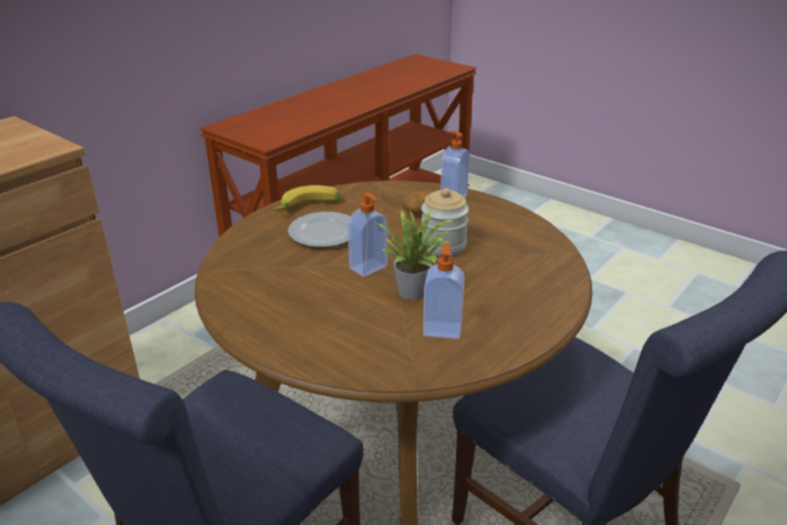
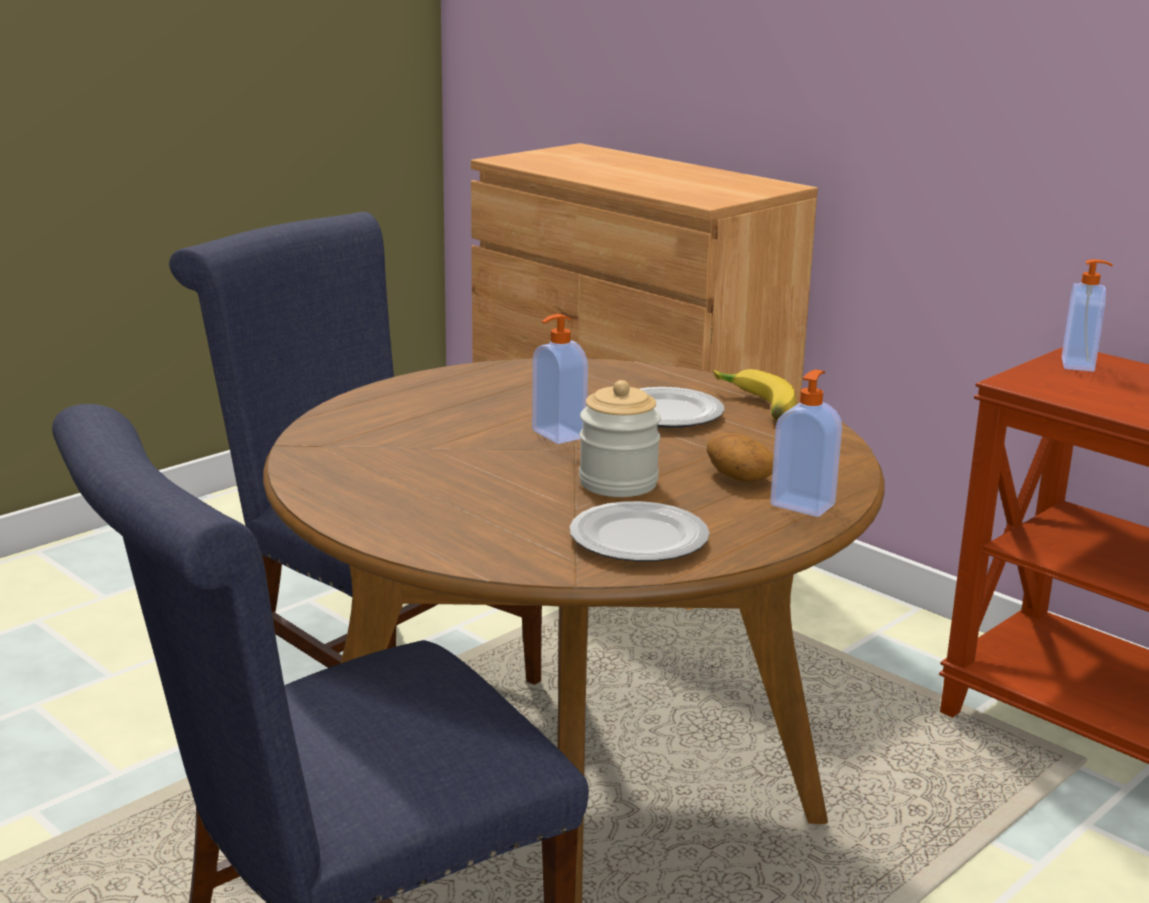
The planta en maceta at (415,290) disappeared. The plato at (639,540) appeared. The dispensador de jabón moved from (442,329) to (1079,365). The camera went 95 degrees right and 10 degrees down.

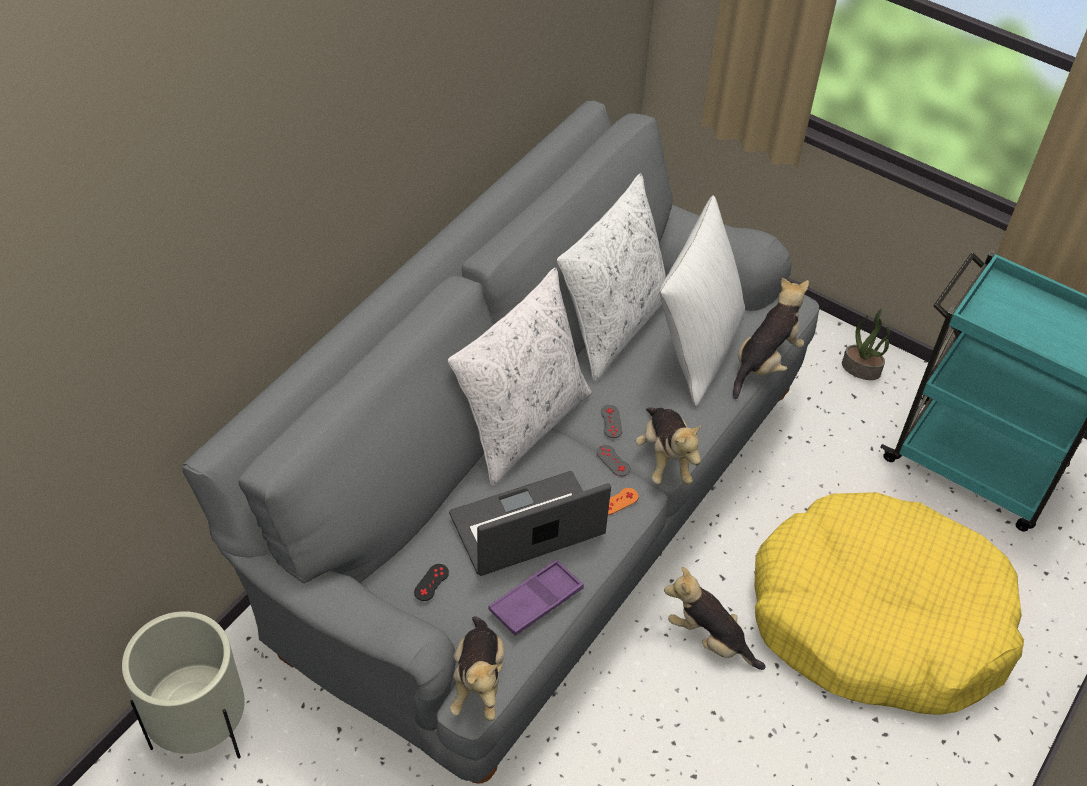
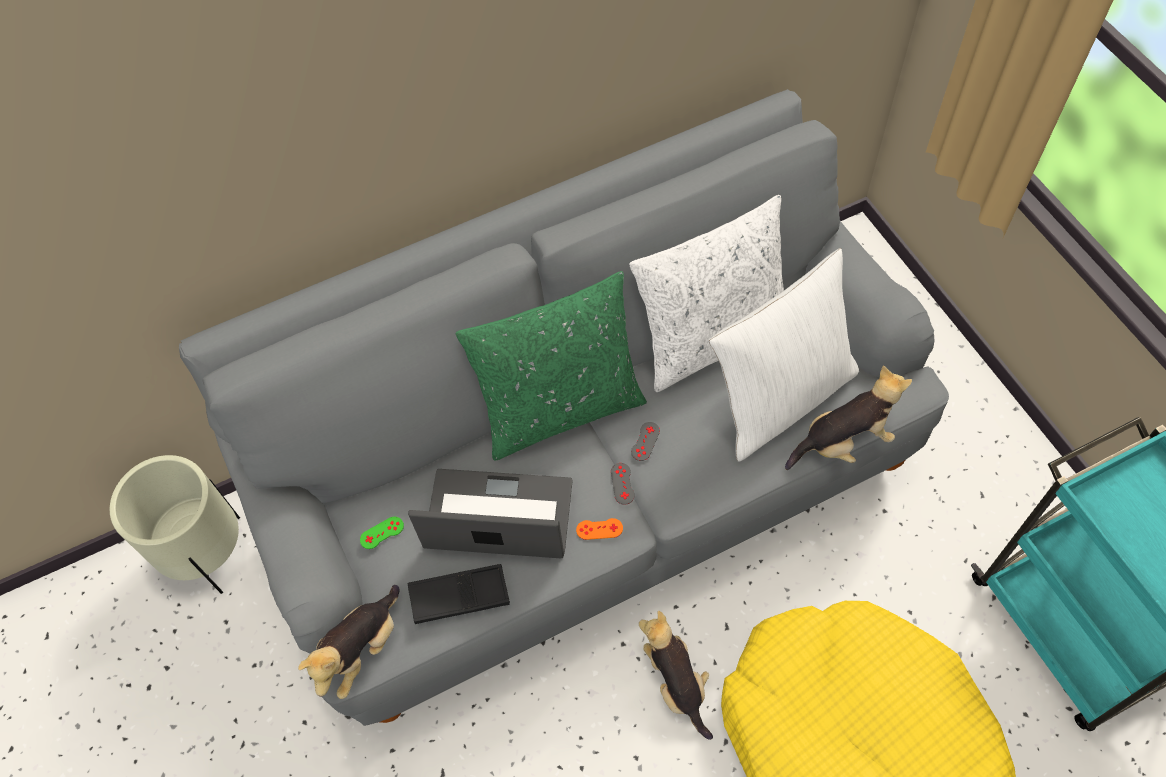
The peluche at (665,458) disappeared. The planta en maceta at (861,368) disappeared. The mando de consola/negro at (431,582) became the mando de consola/verde at (382,533). The cojín/blanco at (522,424) became the cojín/verde at (560,408). The bandeja/morado at (536,601) became the bandeja/negro at (459,596). The camera went 35 degrees right and 10 degrees up.

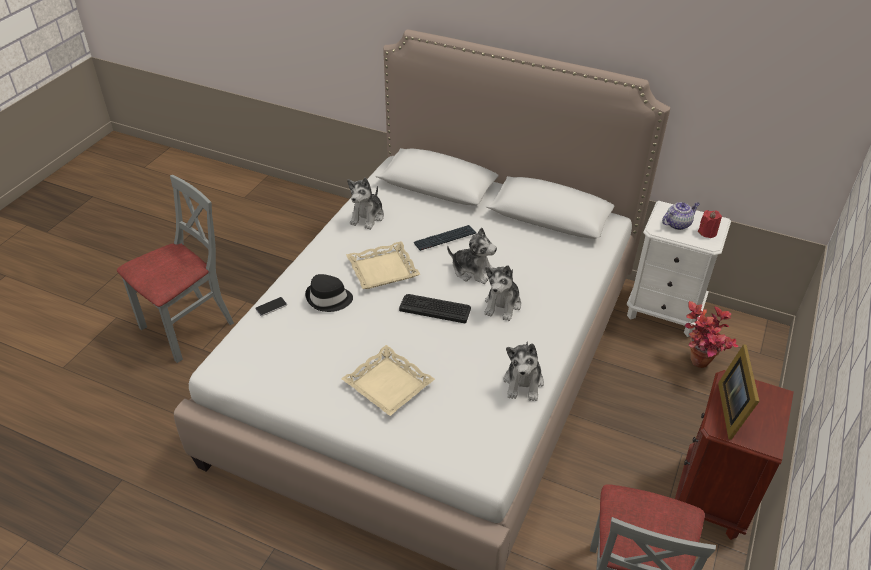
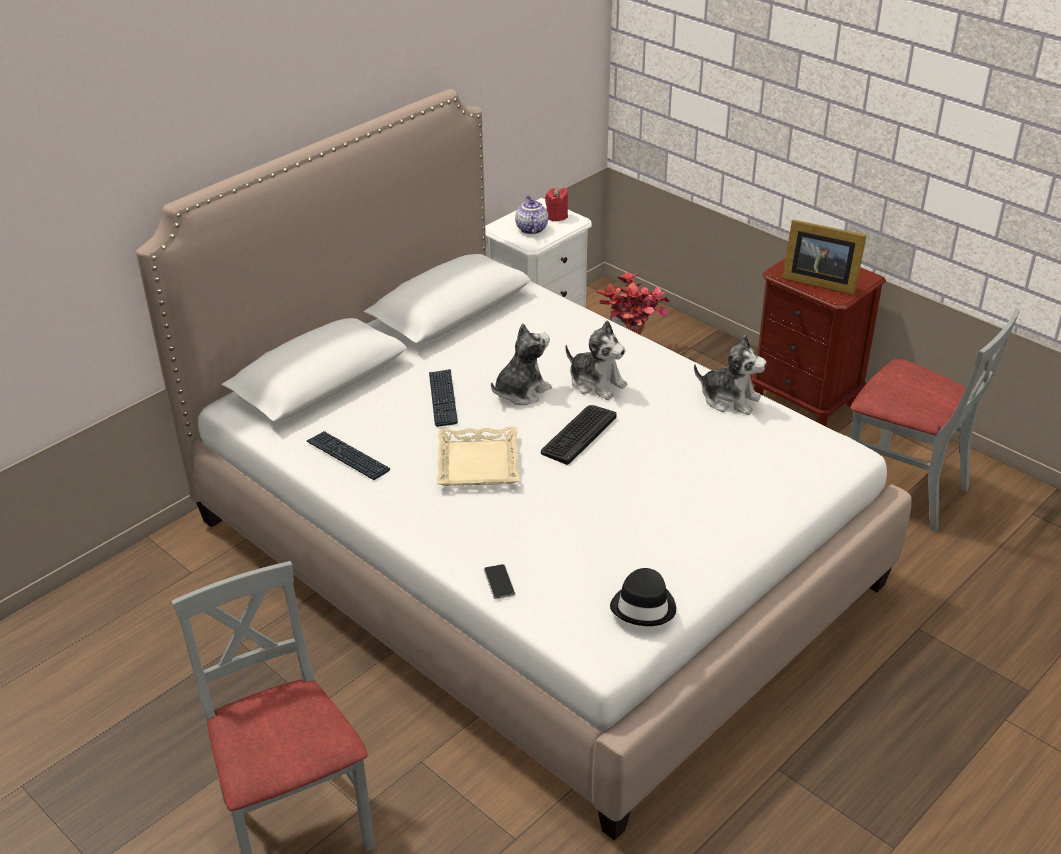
The bandeja/beis at (387,385) disappeared. The sombrero/negro moved from (328,299) to (644,606). The peluche at (367,217) was replaced by the teclado at (348,456). The camera went 70 degrees left and 5 degrees down.

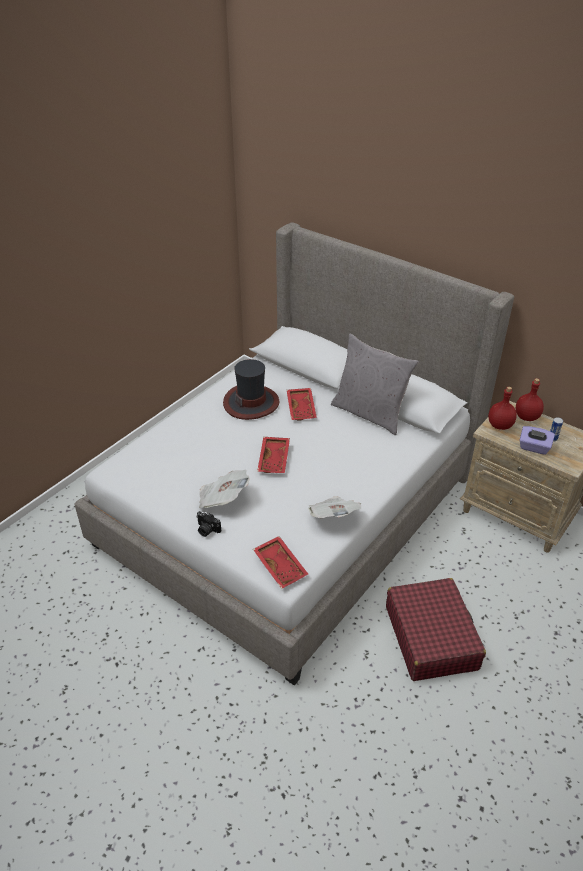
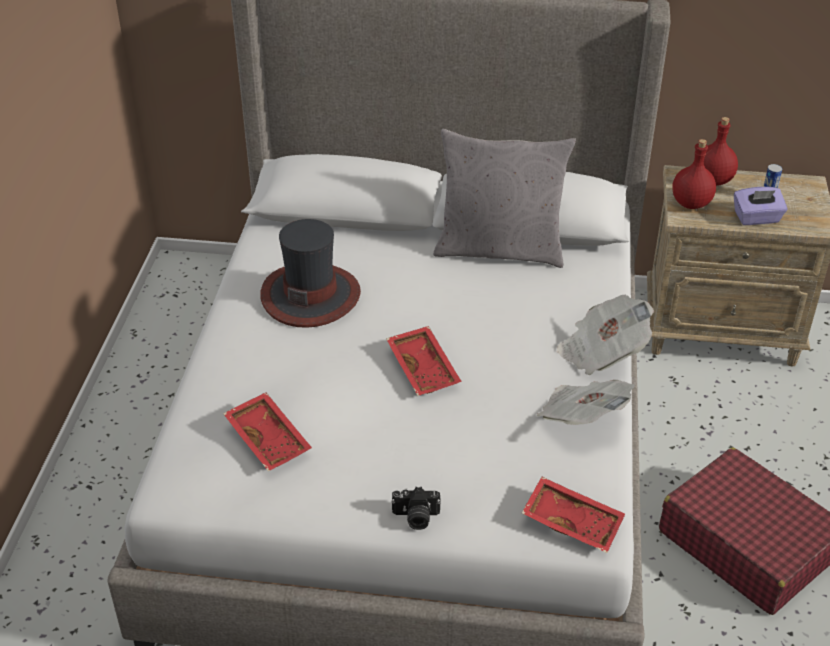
The periódico moved from (223,499) to (602,352). The bandeja/rojo moved from (302,408) to (269,439). The camera went 30 degrees left and 0 degrees up.

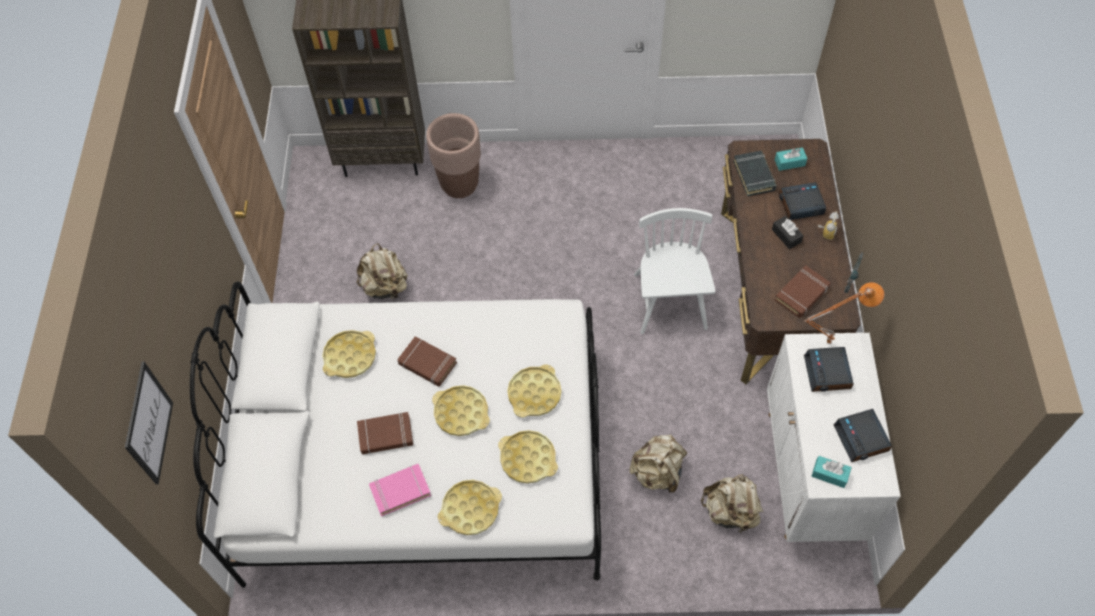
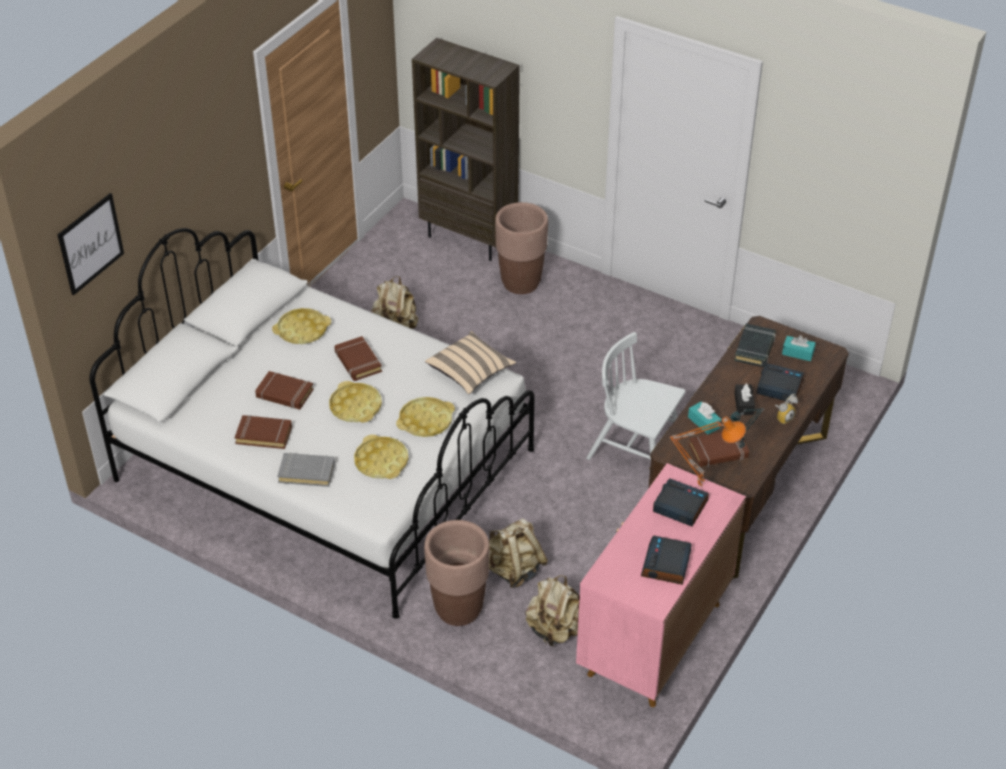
The maceta/marrón at (458,609) appeared. The cojín/beis at (470,372) appeared. The caja de pañuelos/turquesa moved from (829,474) to (703,422). The bandeja/amarillo at (470,509) was replaced by the libro/gris at (306,472). The libro/rosa at (400,491) became the libro/marrón at (264,435). The armario/blanco at (811,474) became the armario/rosa at (654,640). The silla/blanco at (669,301) turned 90 degrees counterclockwise. The despertador at (828,373) turned 90 degrees clockwise. The camera went 30 degrees right and 15 degrees down.

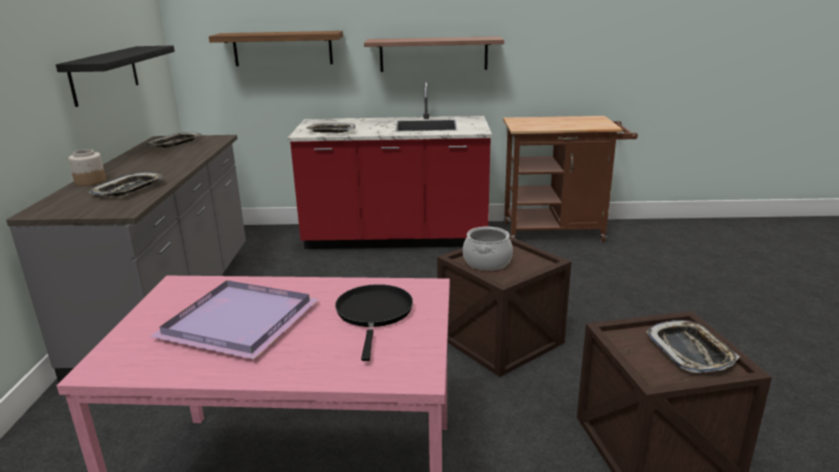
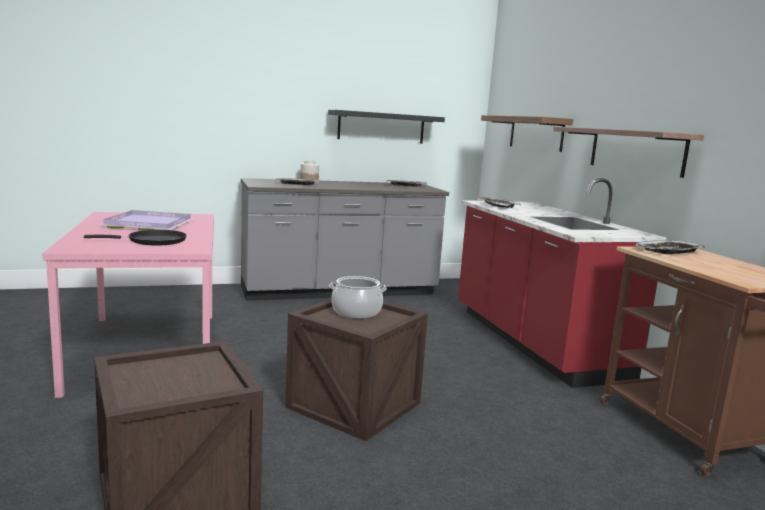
The bandeja moved from (690,351) to (670,252). The camera went 70 degrees right and 10 degrees down.

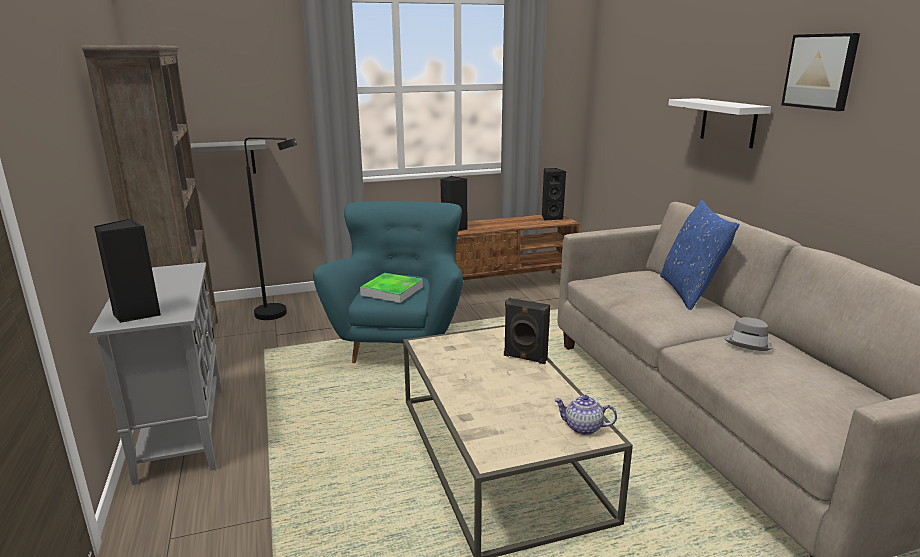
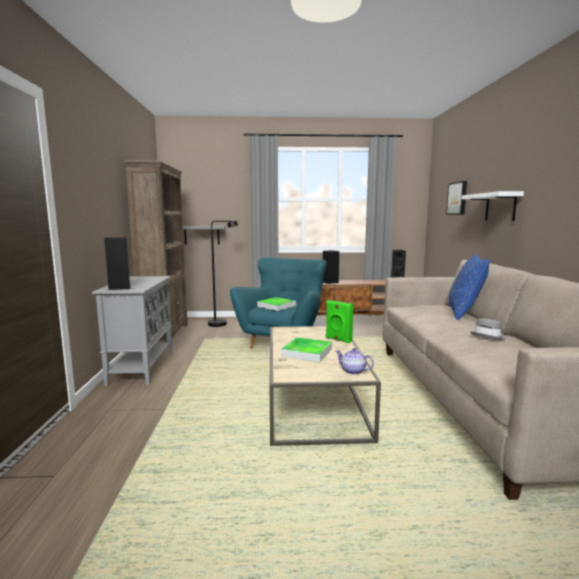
The bandeja at (307,352) appeared. The cuadro moved from (821,71) to (458,198). The altavoz/negro at (525,358) became the altavoz/verde at (338,339). The camera went 15 degrees right and 10 degrees down.

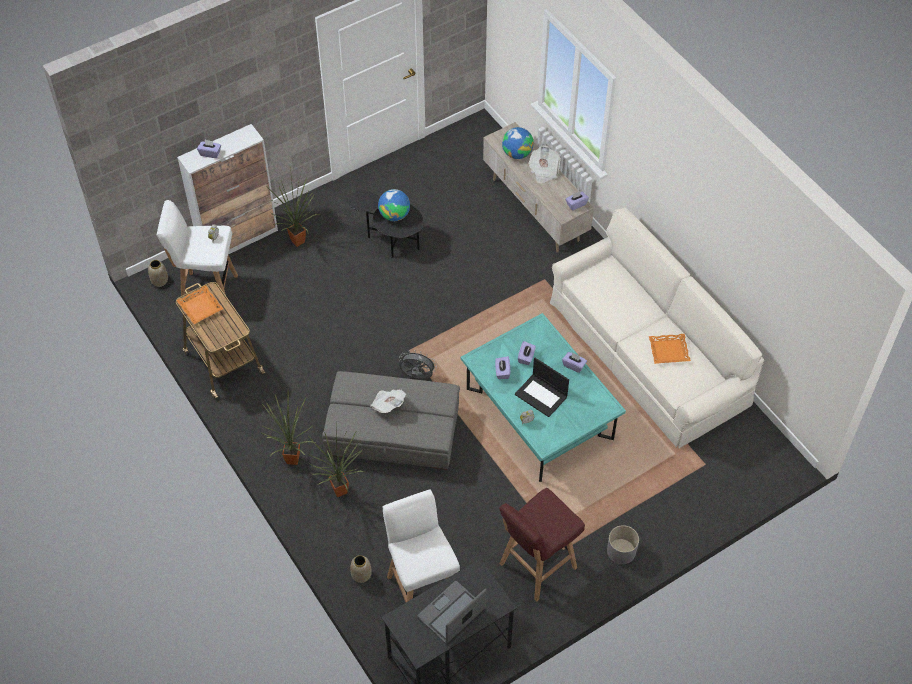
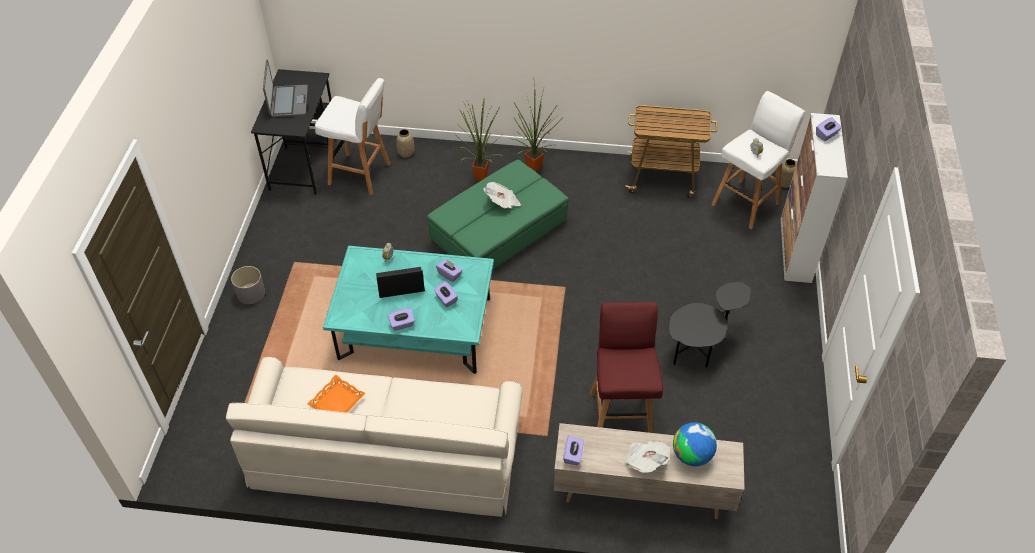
The bandeja/naranja at (200,307) disappeared. The planta en maceta at (299,243) disappeared. The globo terráqueo at (394,215) disappeared. The ventilador/gris at (417,377) disappeared. The taburete/rojo moved from (536,567) to (621,414). The puf/gris at (393,431) became the puf/verde at (498,232). The camera went 130 degrees right and 5 degrees down.

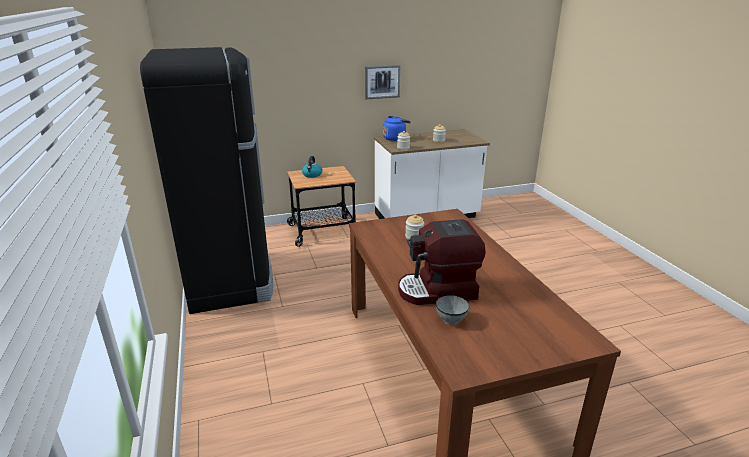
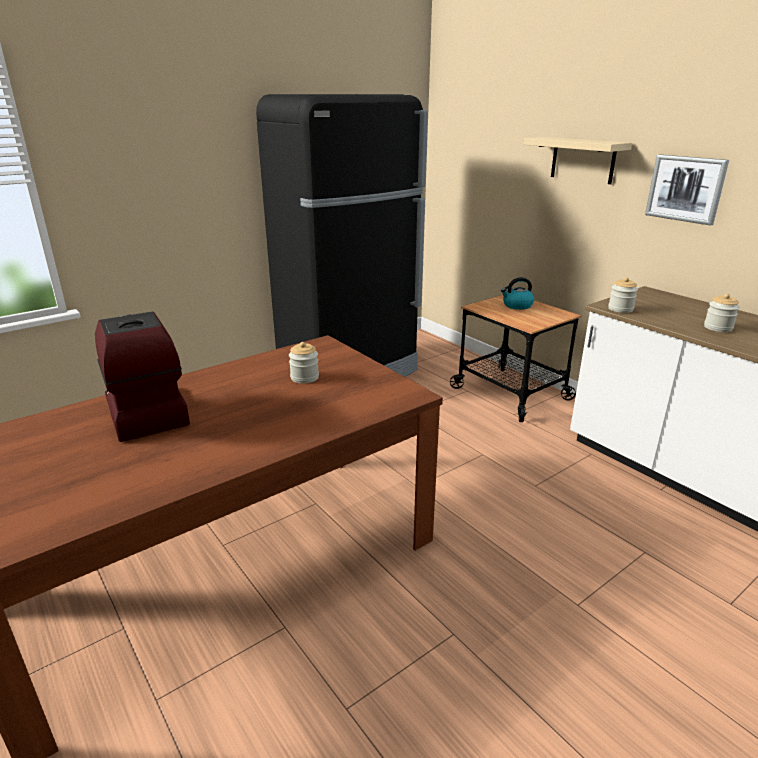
The hervidor/azul at (395,138) disappeared. The cuenco/gris at (451,319) disappeared. The estante/beis at (583,160) appeared. The camera went 70 degrees right and 0 degrees up.

